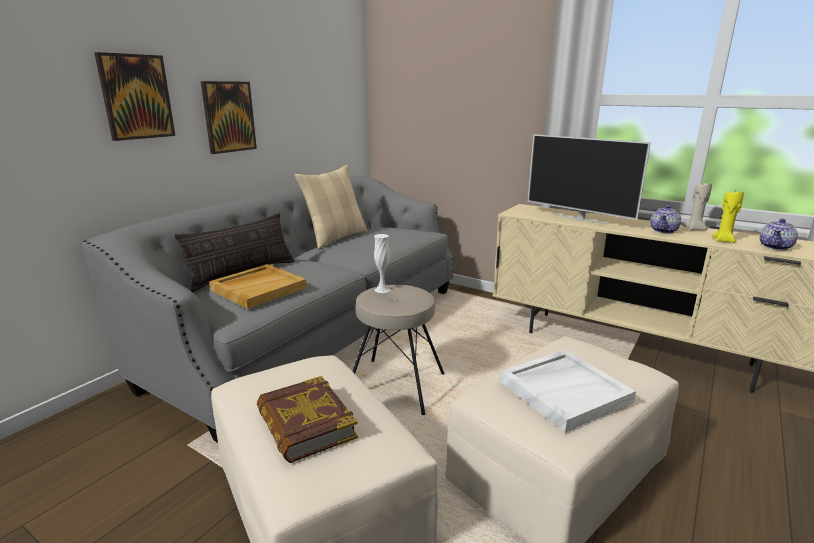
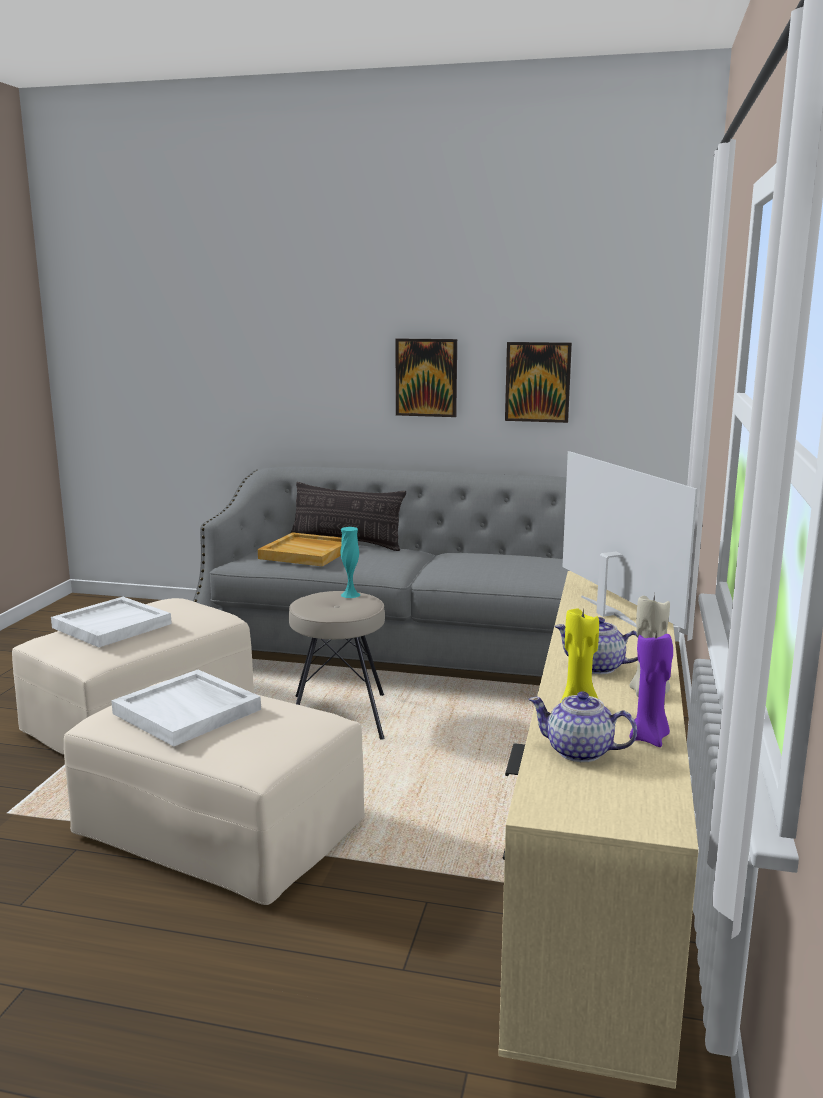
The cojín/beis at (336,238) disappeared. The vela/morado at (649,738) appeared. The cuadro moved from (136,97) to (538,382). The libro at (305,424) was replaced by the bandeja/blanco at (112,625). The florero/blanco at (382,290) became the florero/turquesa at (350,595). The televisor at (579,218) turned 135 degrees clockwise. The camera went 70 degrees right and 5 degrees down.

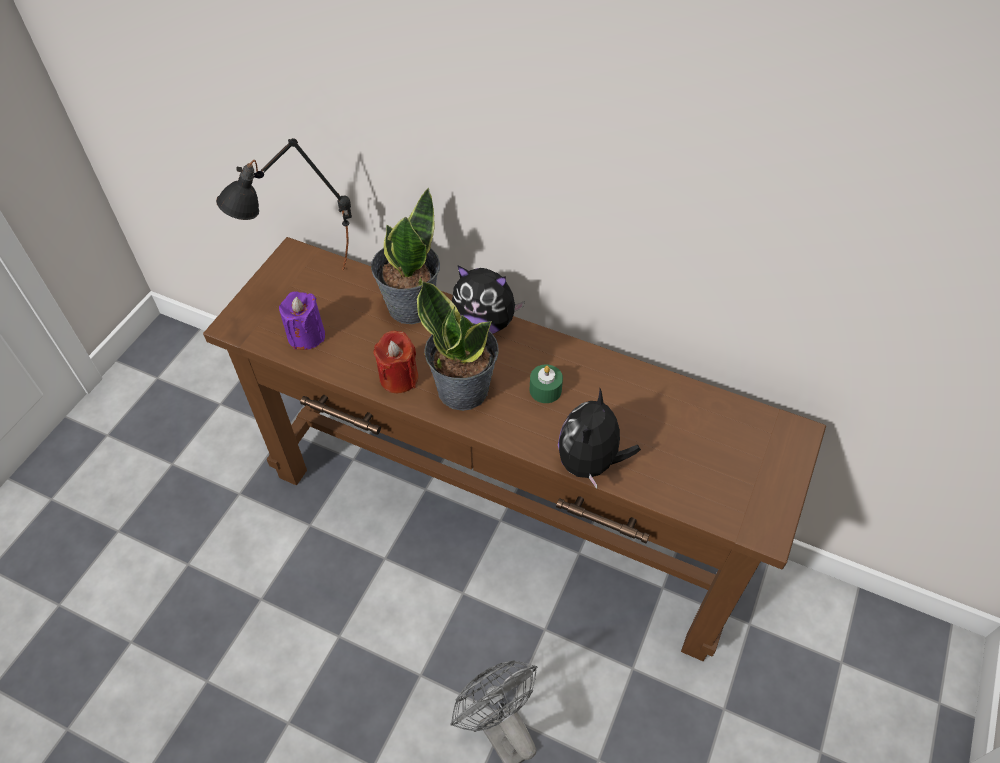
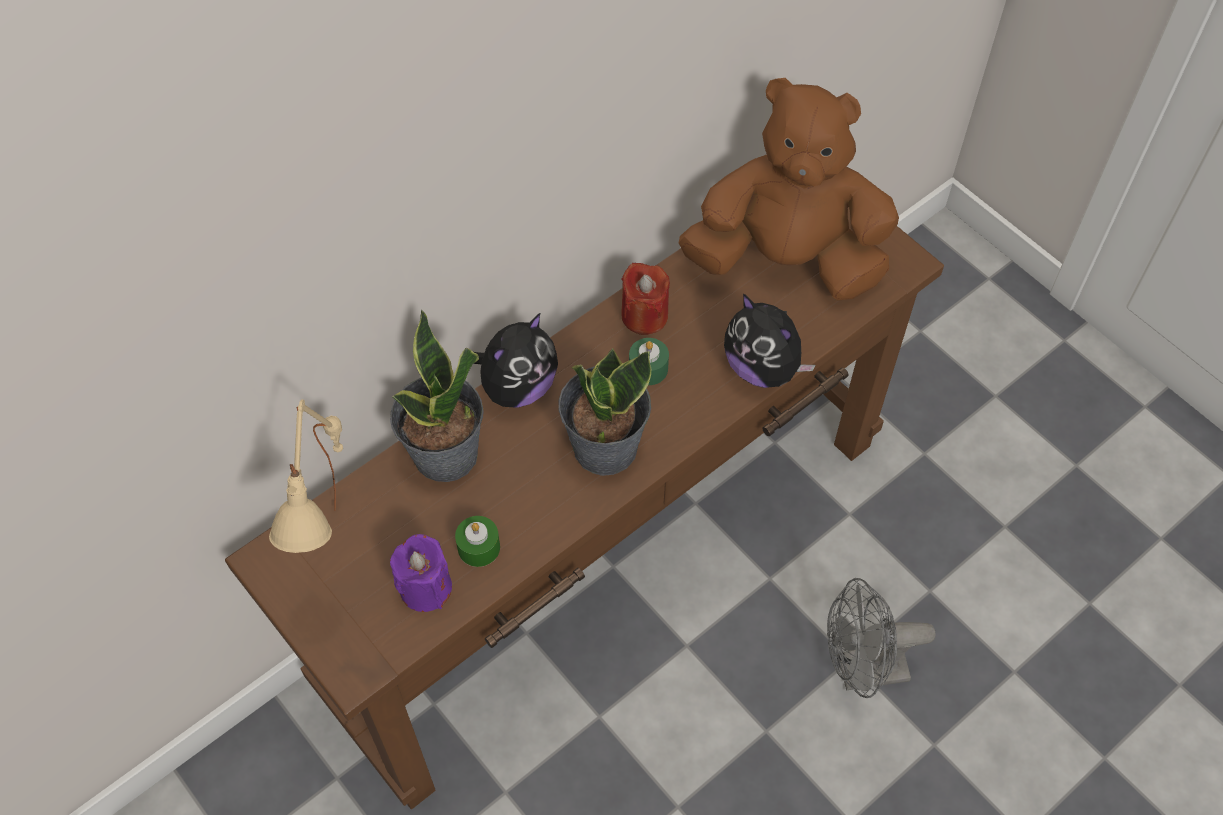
The vela/verde at (478,547) appeared. The peluche/marrón at (787,260) appeared. The vela/rojo moved from (398,378) to (644,315). The lámpara de mesa/negro at (308,289) became the lámpara de mesa/beis at (344,561). The camera went 65 degrees left and 5 degrees up.

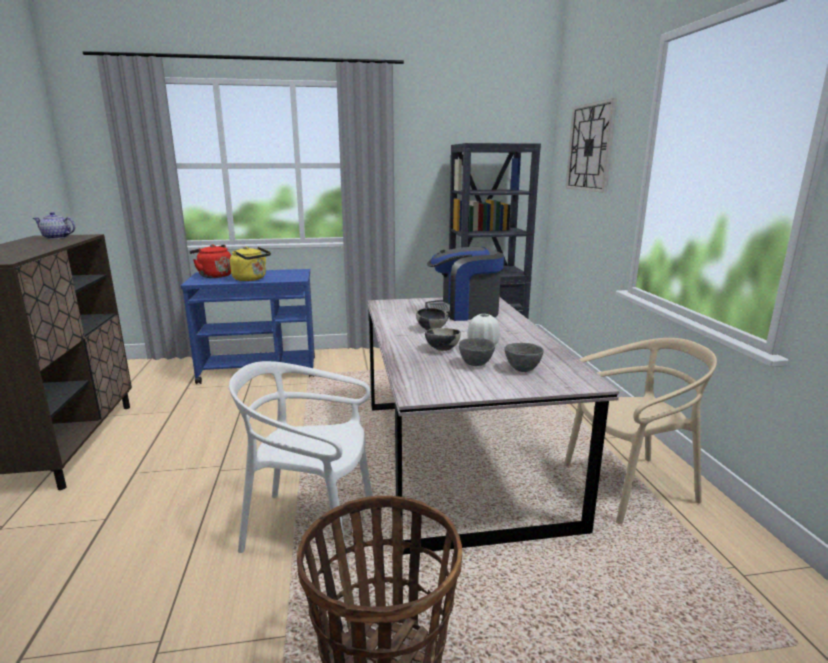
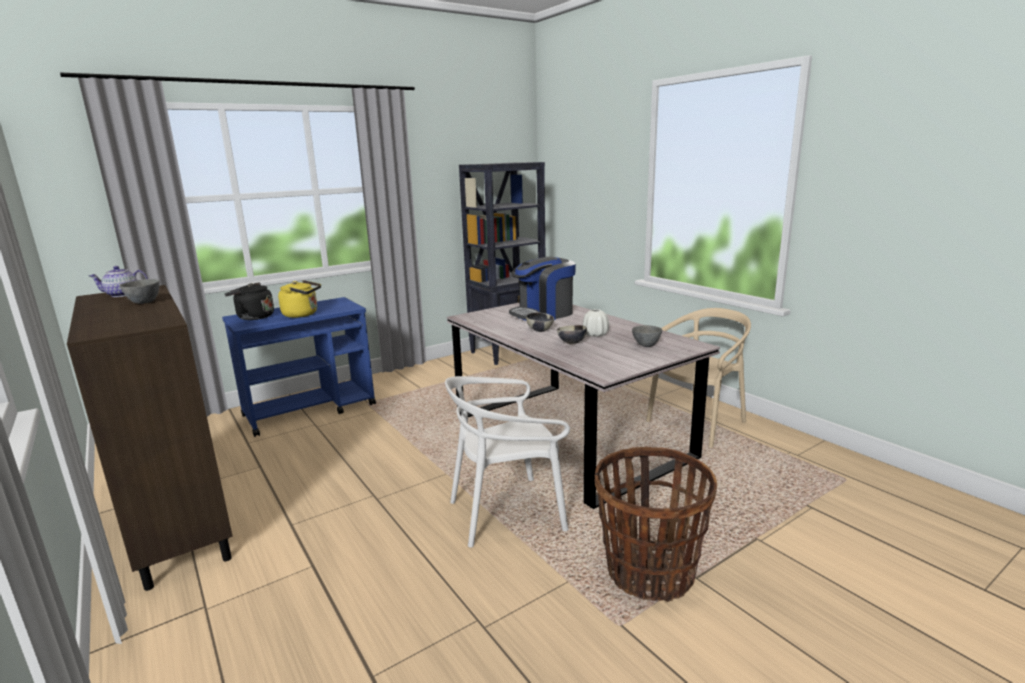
The reloj de pared at (590,147) disappeared. The cuenco/gris moved from (476,364) to (145,302). The hervidor/rojo at (214,276) became the hervidor/negro at (253,317). The camera went 25 degrees left and 0 degrees up.

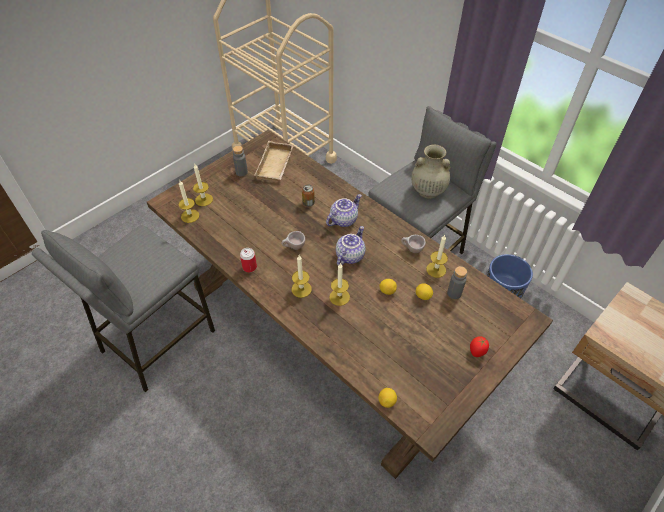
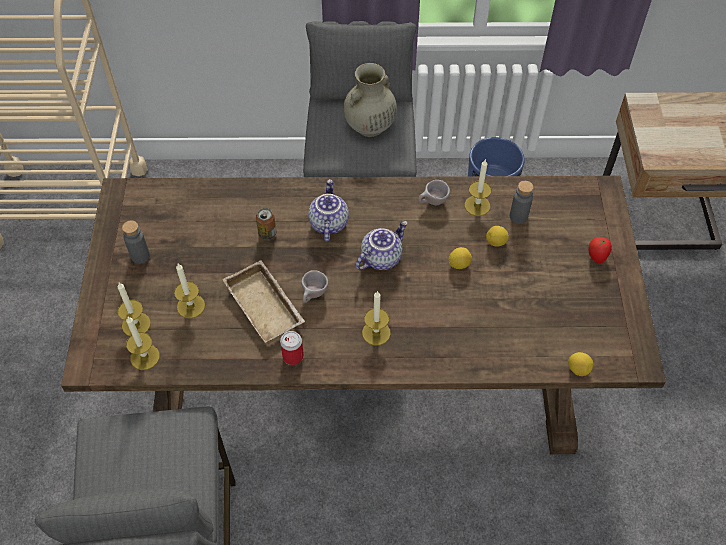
The bandeja/beis moved from (276,165) to (267,306). The vela moved from (339,297) to (191,306). The tetera at (349,255) turned 60 degrees clockwise. The camera went 45 degrees left and 5 degrees up.

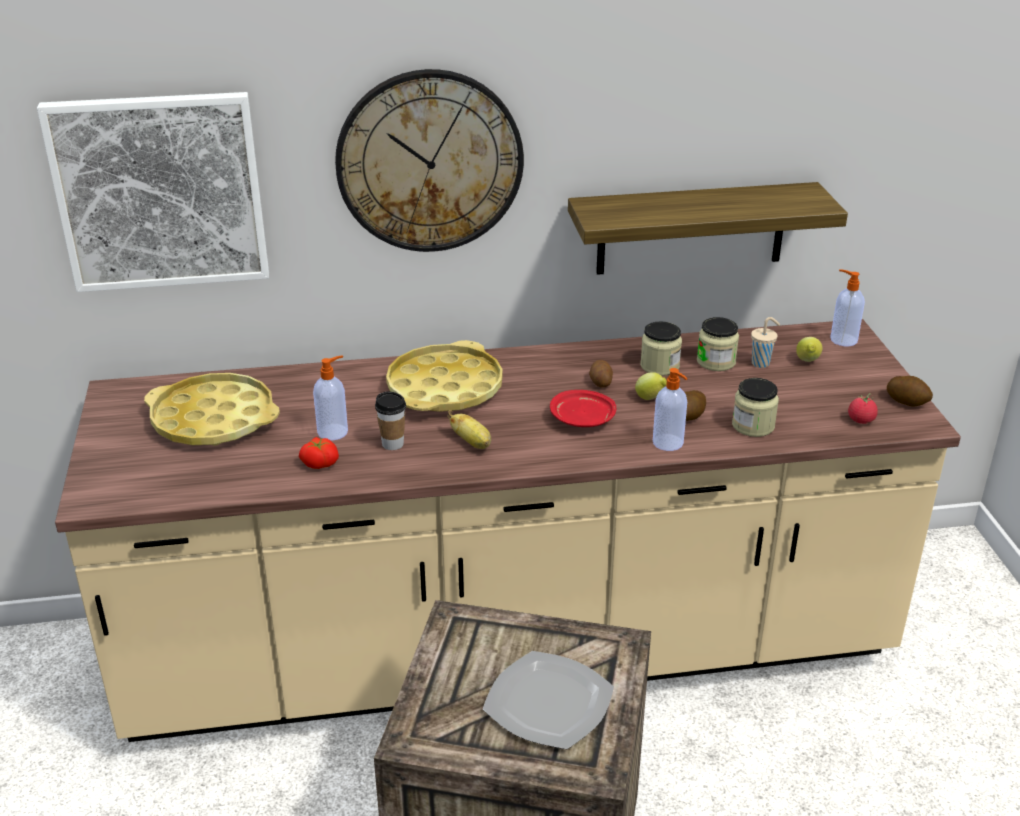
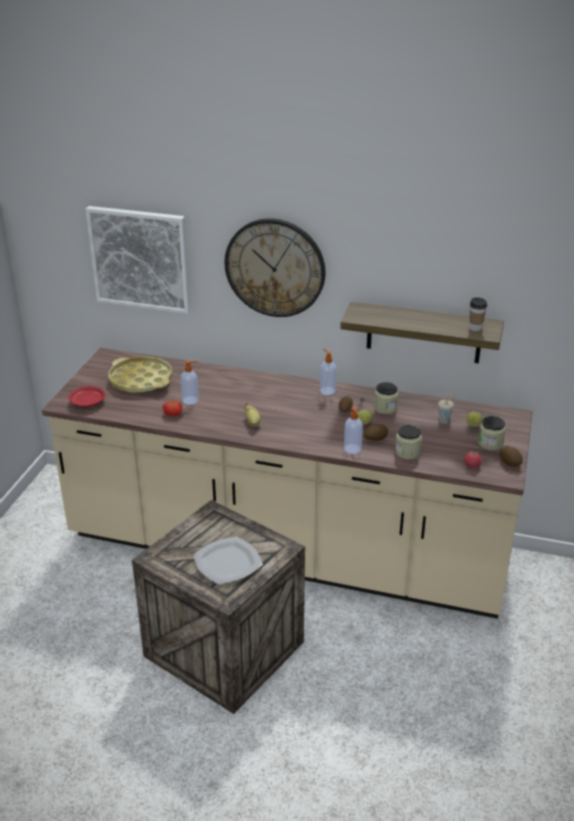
The bandeja/amarillo at (444,388) disappeared. The taza moved from (393,444) to (475,328). The plato/rojo moved from (583,419) to (87,402). The tarro moved from (716,361) to (490,443). The dispensador de jabón moved from (842,339) to (327,390). The camera went 25 degrees right and 0 degrees up.

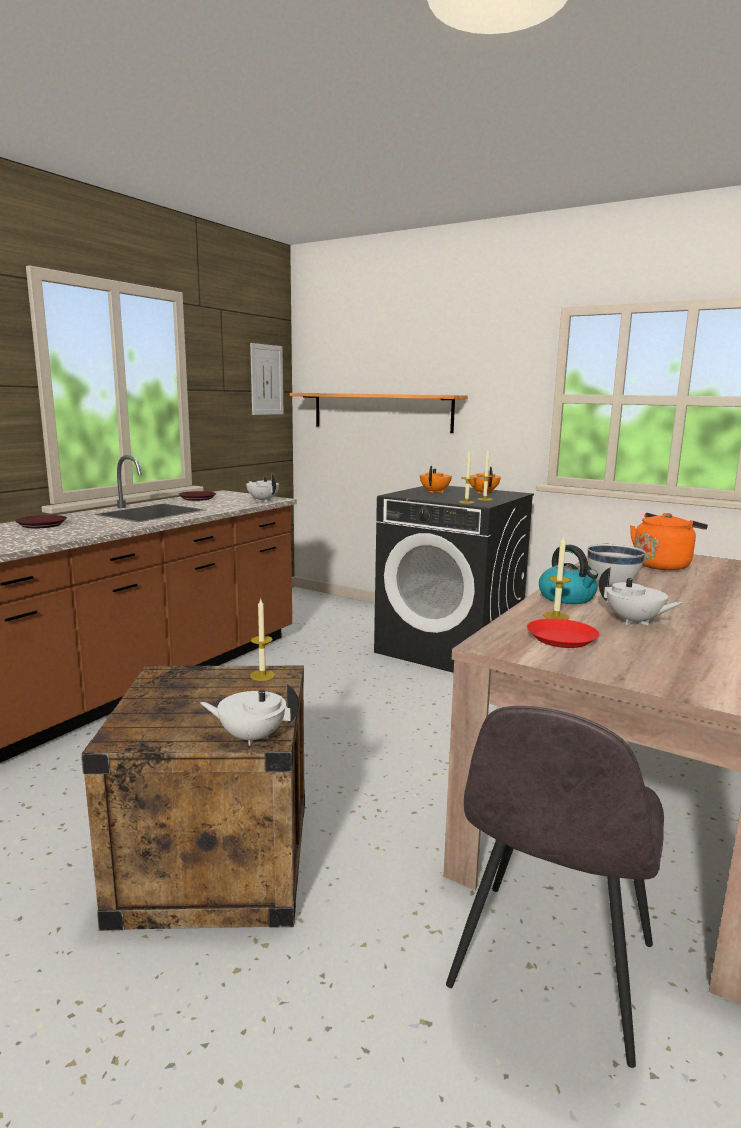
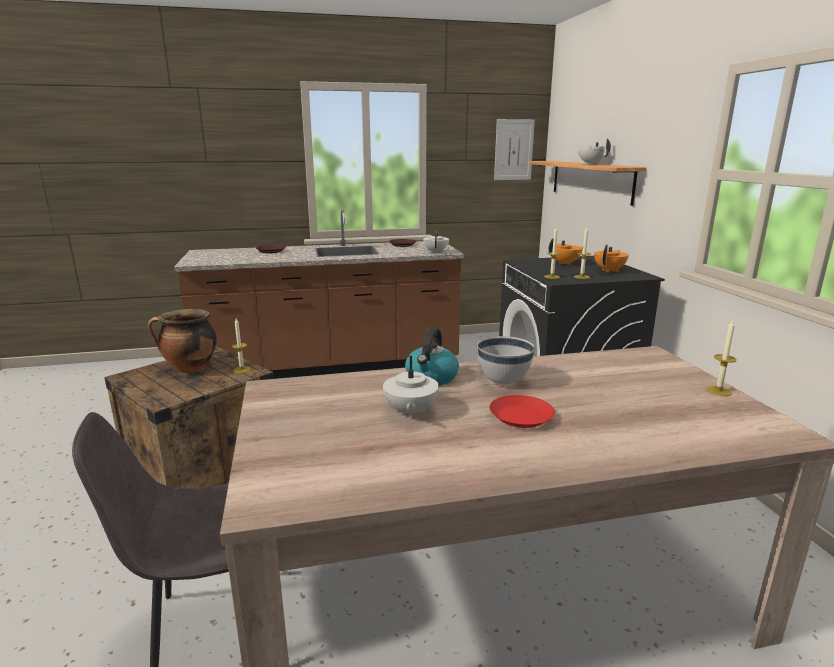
The hervidor/naranja at (662,565) disappeared. The olla at (190,369) appeared. The tetera/blanco moved from (251,737) to (591,164). The plato/rojo moved from (562,639) to (521,417). The vela moved from (556,616) to (718,391). The camera went 45 degrees right and 5 degrees up.

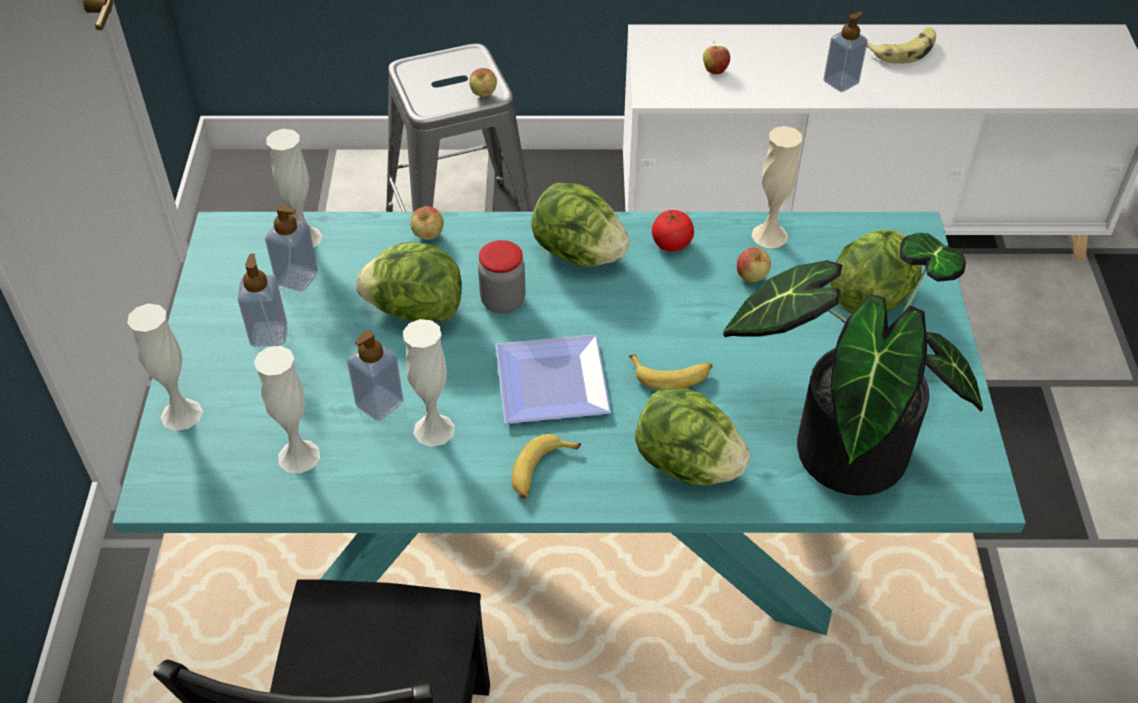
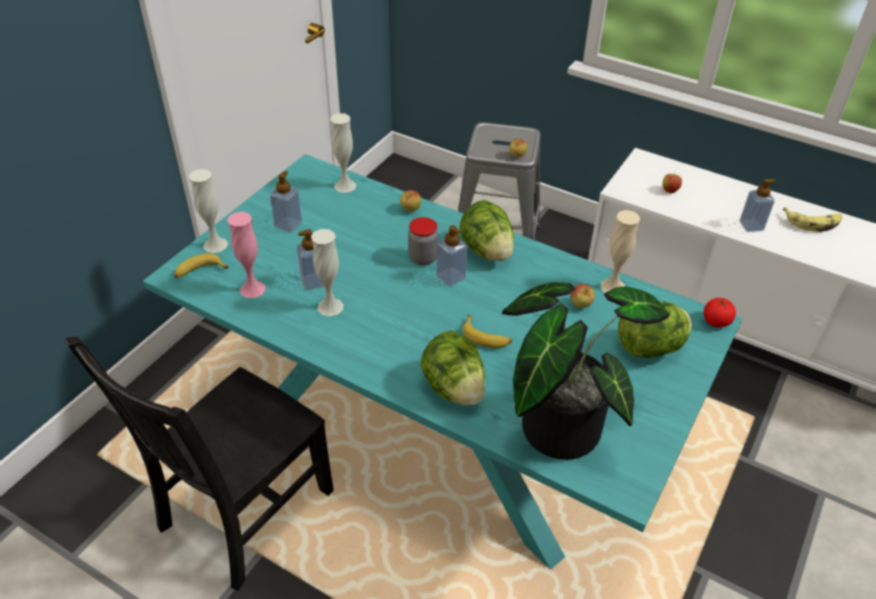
The lechuga at (415,310) disappeared. The plato at (548,386) disappeared. The dispensador de jabón moved from (297,278) to (450,277). The plátano moved from (540,471) to (199,271). The tomate moved from (671,244) to (716,322). The florero/blanco at (299,456) became the florero/rosa at (252,289). The camera went 30 degrees right and 5 degrees down.

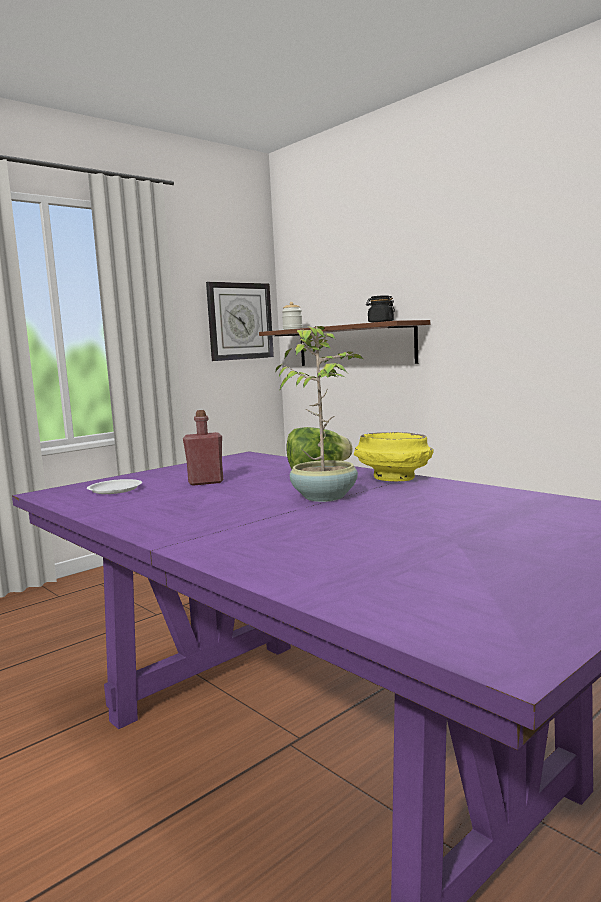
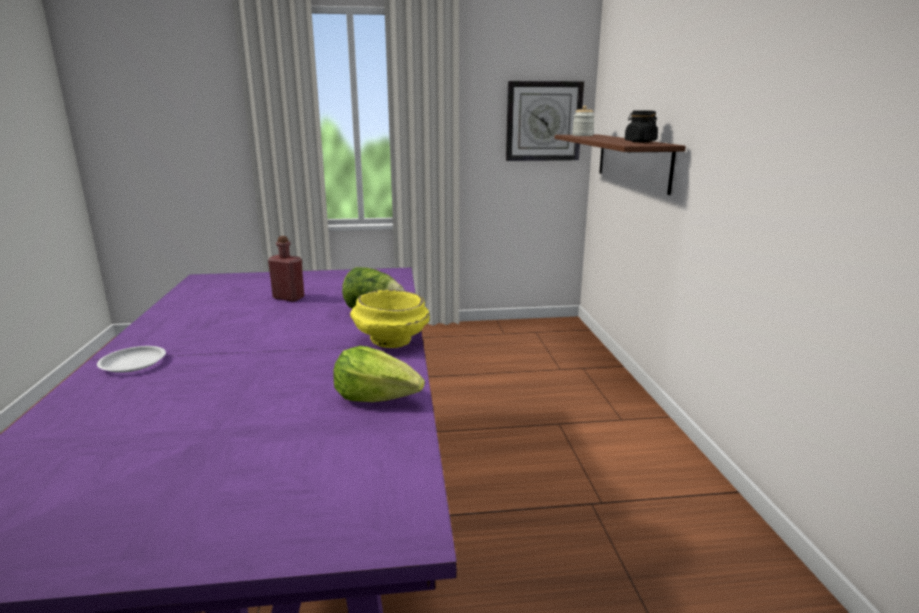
The planta en maceta at (325,496) disappeared. The lechuga at (377,398) appeared. The plato/blanco moved from (115,490) to (132,363). The camera went 35 degrees right and 10 degrees up.

